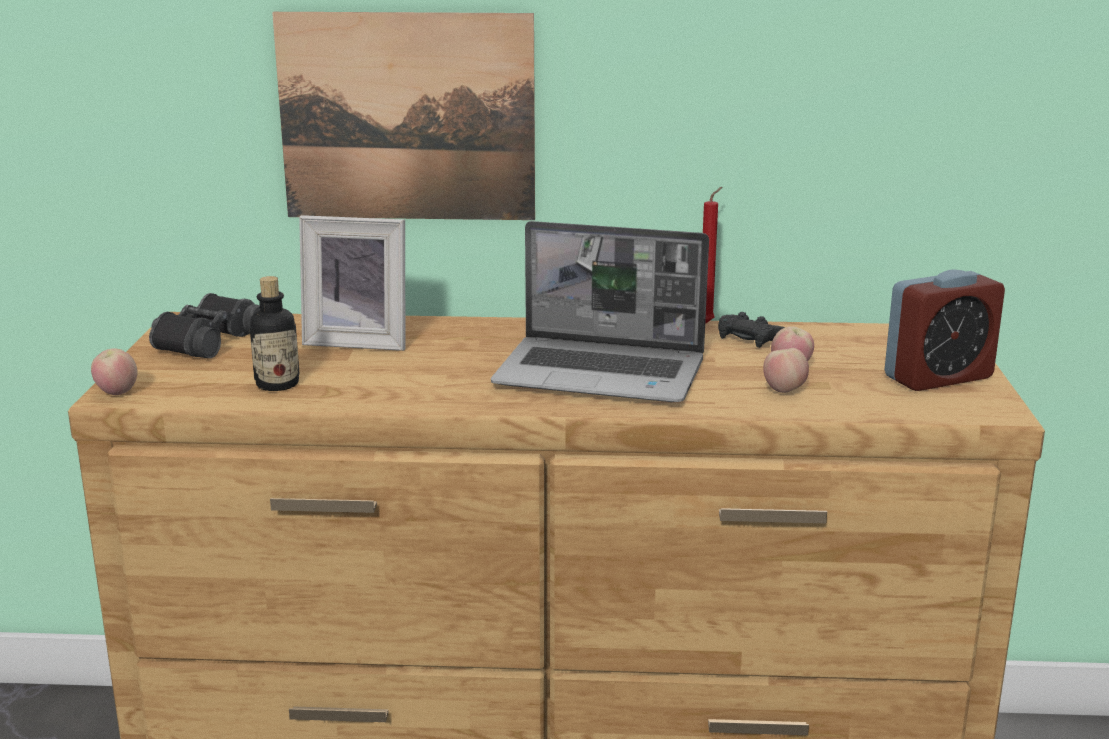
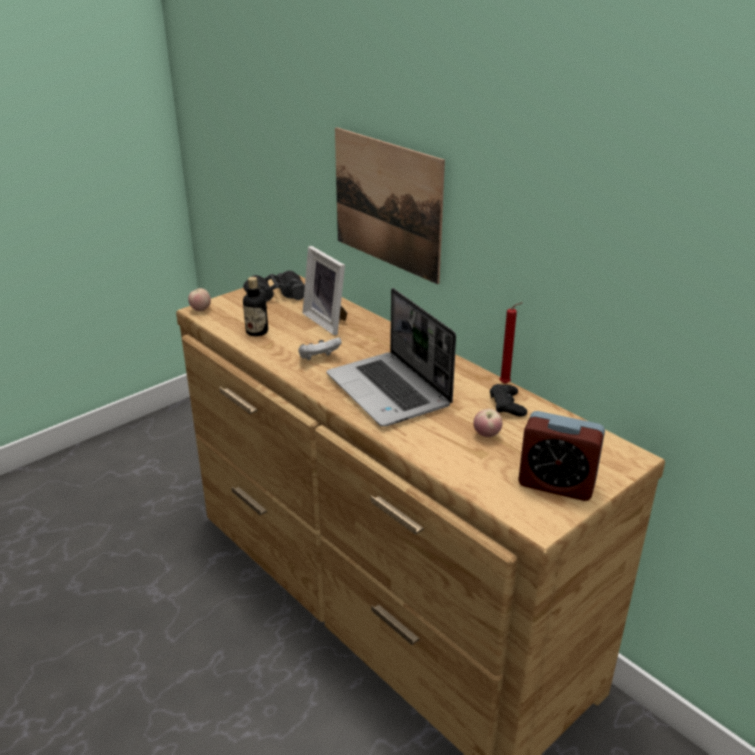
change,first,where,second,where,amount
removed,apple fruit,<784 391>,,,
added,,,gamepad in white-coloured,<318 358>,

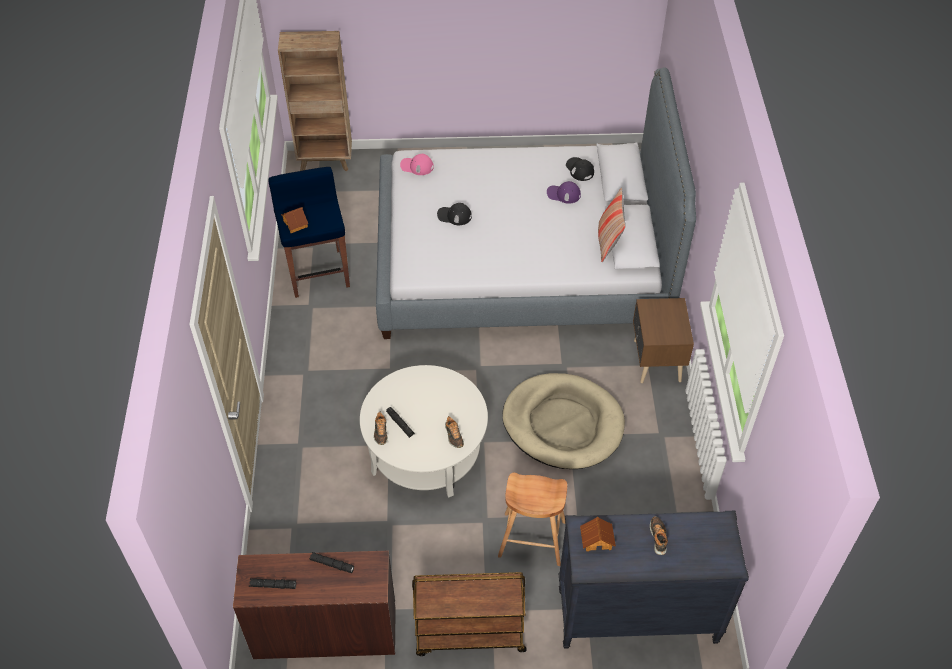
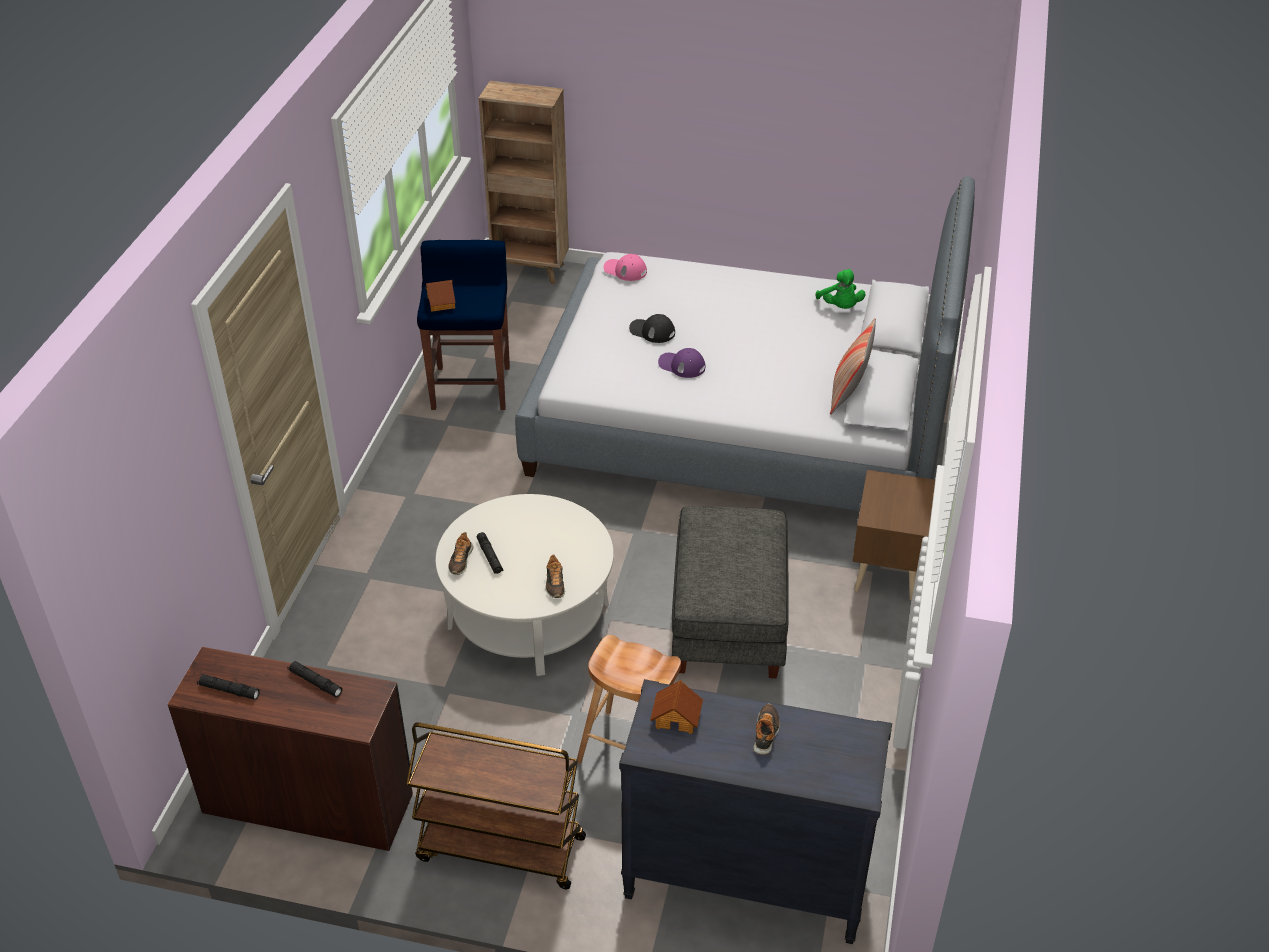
change,first,where,second,where,amount
replaced,cap in black-coloured,<579 169>,plush toy in green,<840 307>,
moved,cap in purplish,<563 194>,,<681 365>,
replaced,dog cushion in sand-coloured,<563 424>,pouffe in greyish,<727 619>,

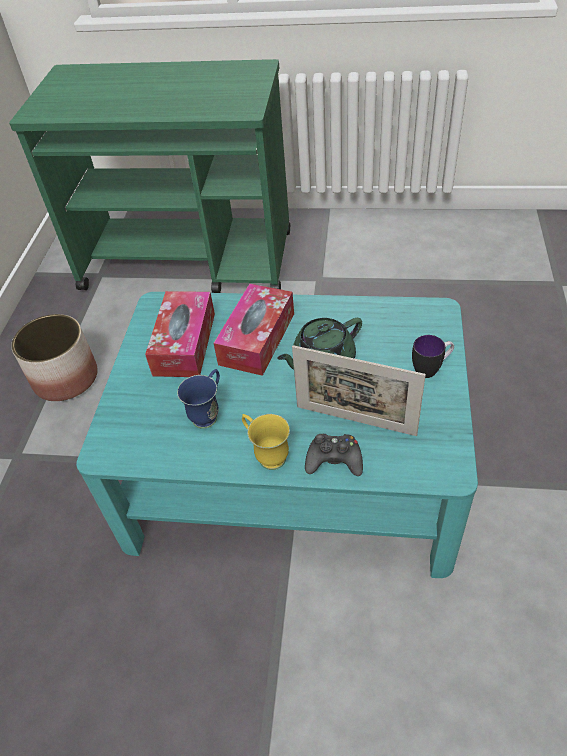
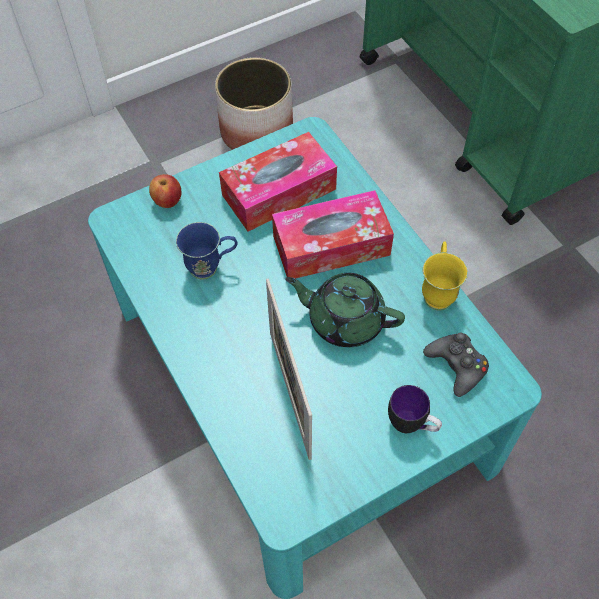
change,first,where,second,where,amount
moved,tea mug in yellow,<266 455>,,<438 291>,
moved,gamepad in black-coloured,<334 460>,,<457 366>,
added,,,apple fruit,<167 201>,

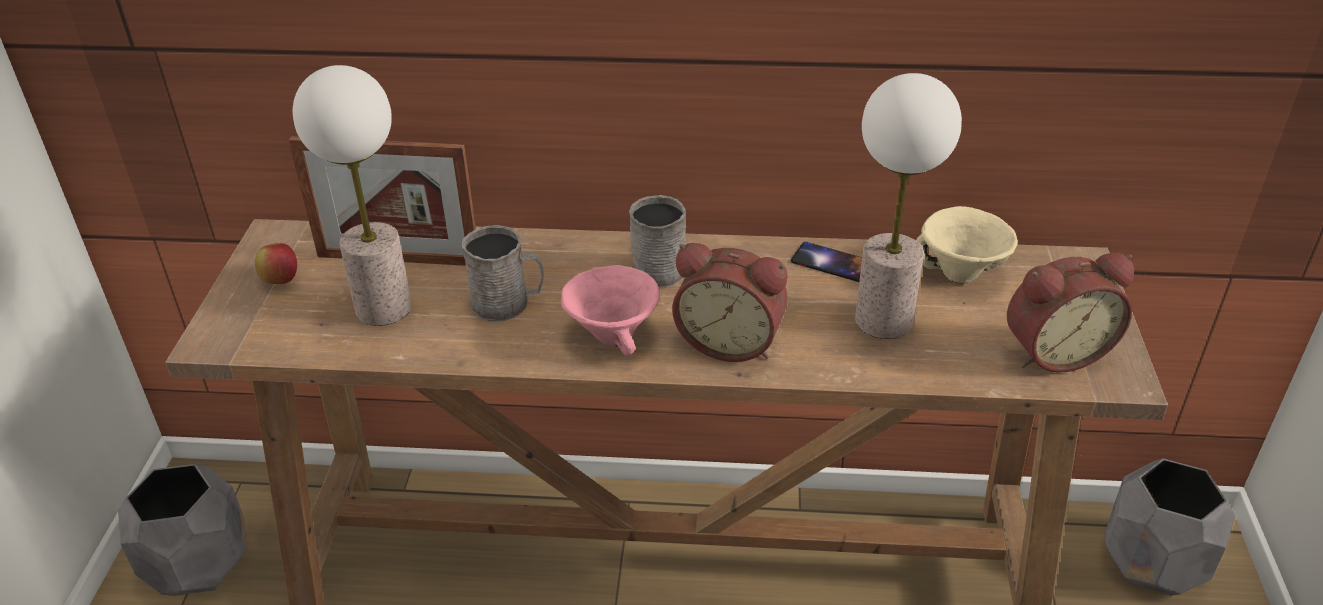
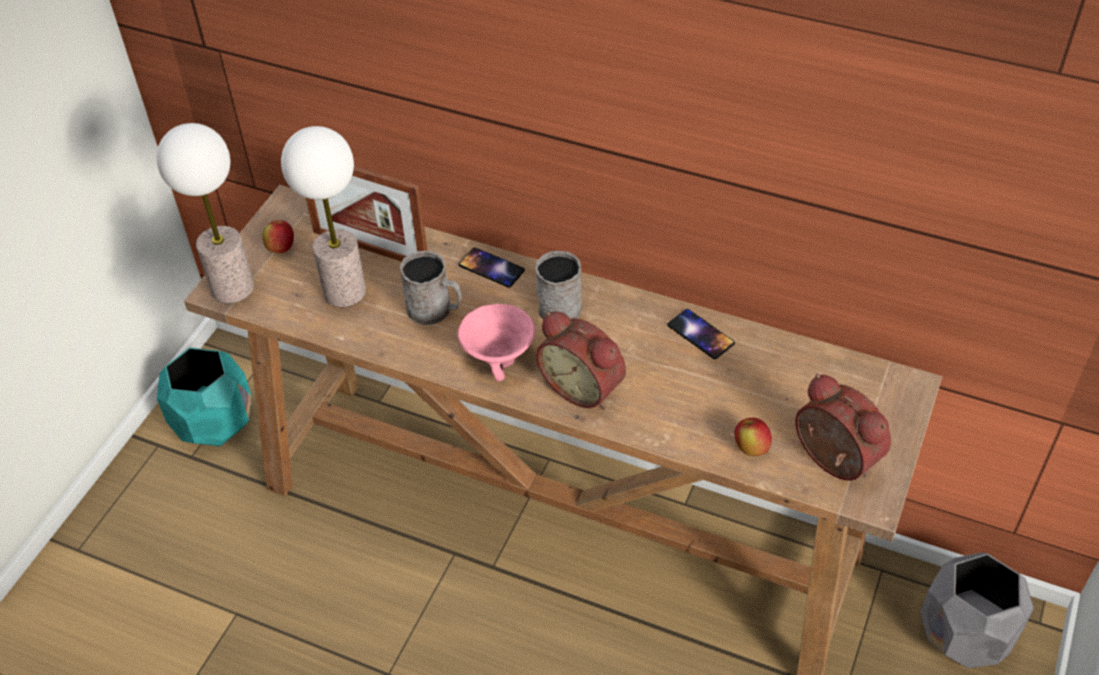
change,first,where,second,where,amount
moved,table lamp,<883 320>,,<232 287>,
removed,deep dish in sand-coloured,<959 275>,,,
turned,table clock,<1054 351>,,<832 461>,135 degrees counterclockwise
recoloured,flower pot in greyish,<199 564>,flower pot in blue-green,<215 422>,
added,,,phone,<491 268>,
added,,,apple fruit,<751 448>,

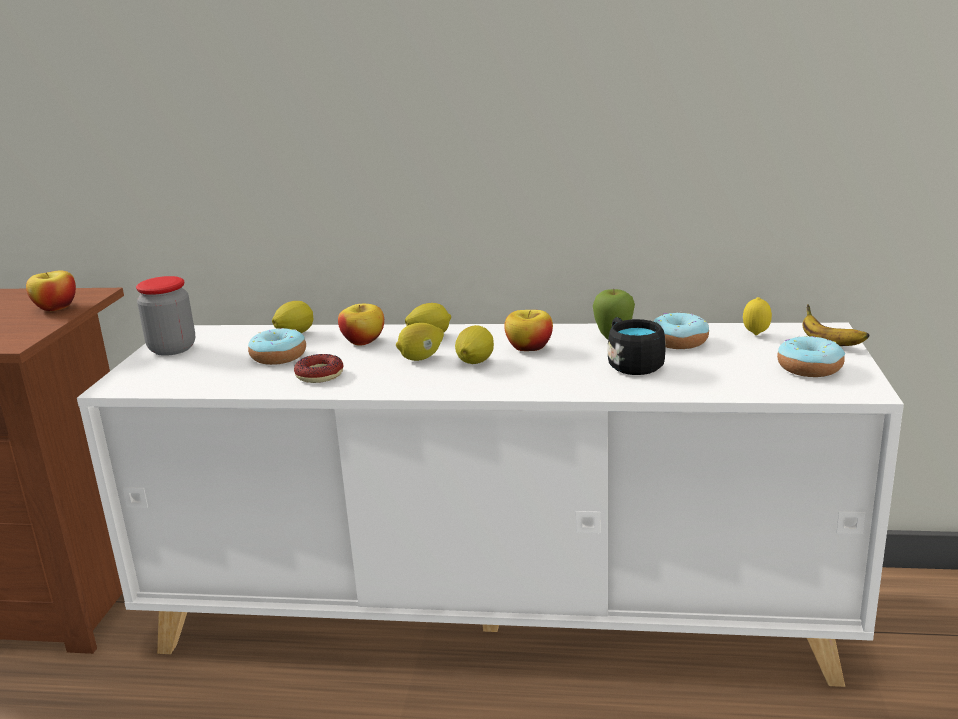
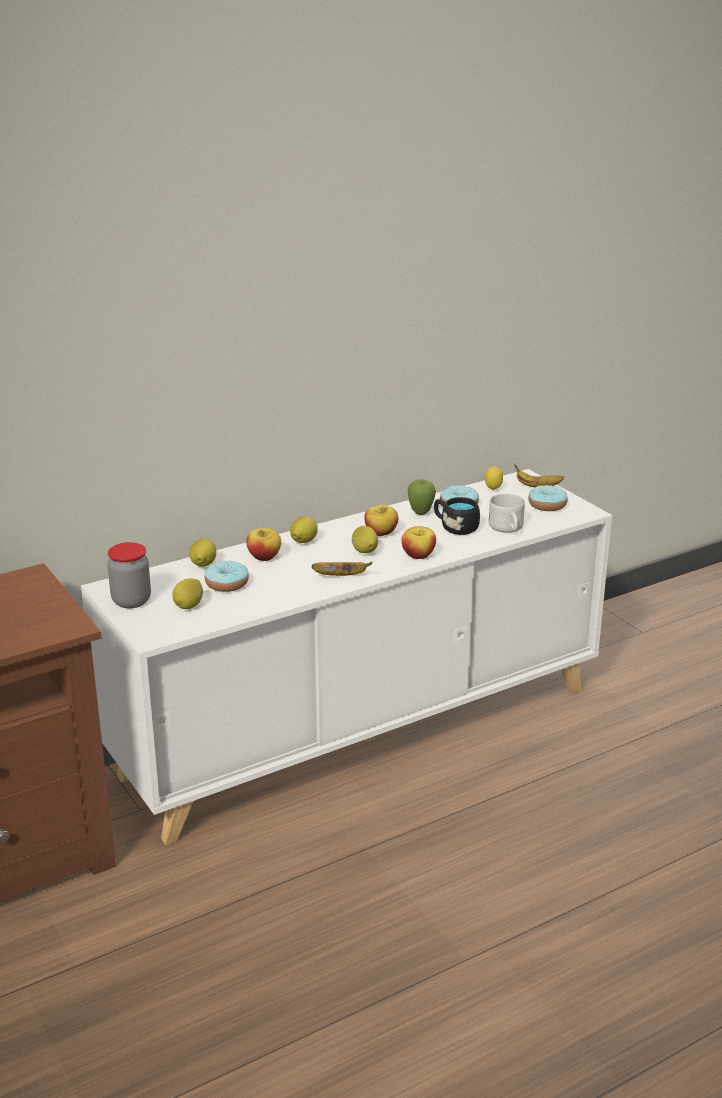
change,first,where,second,where,amount
moved,apple fruit,<56 307>,,<418 555>,
moved,citrus fruit,<421 358>,,<189 605>,
removed,donut,<319 375>,,,
added,,,tea mug in white-coloured,<507 529>,
added,,,banana fruit,<341 576>,

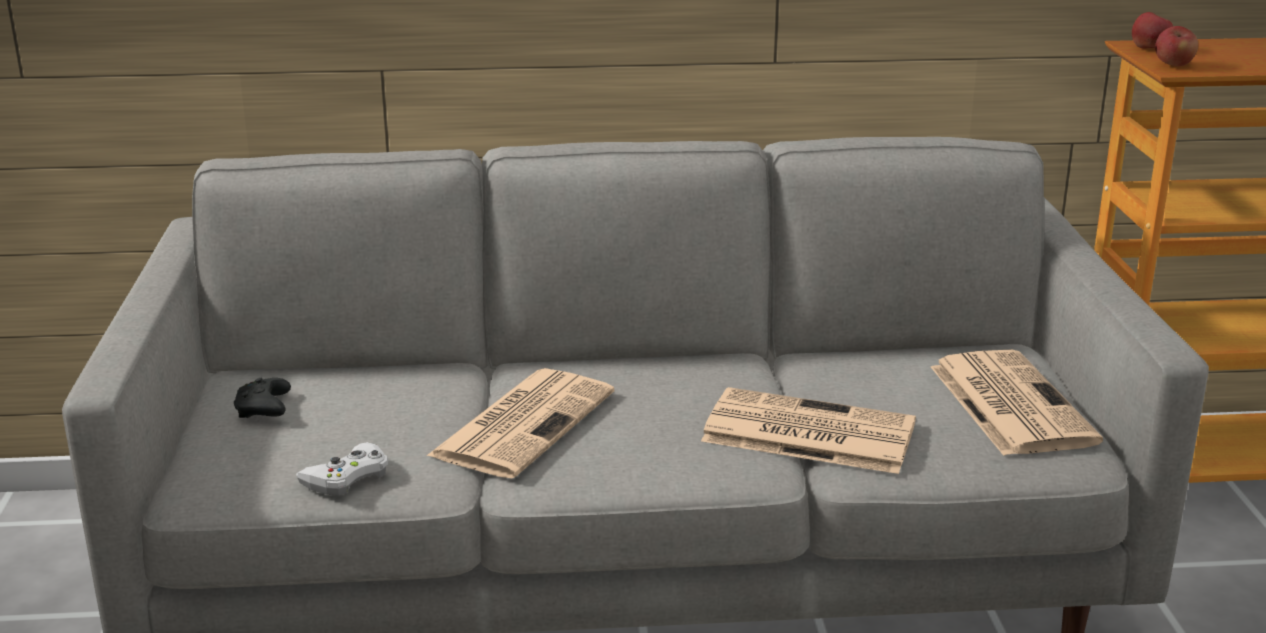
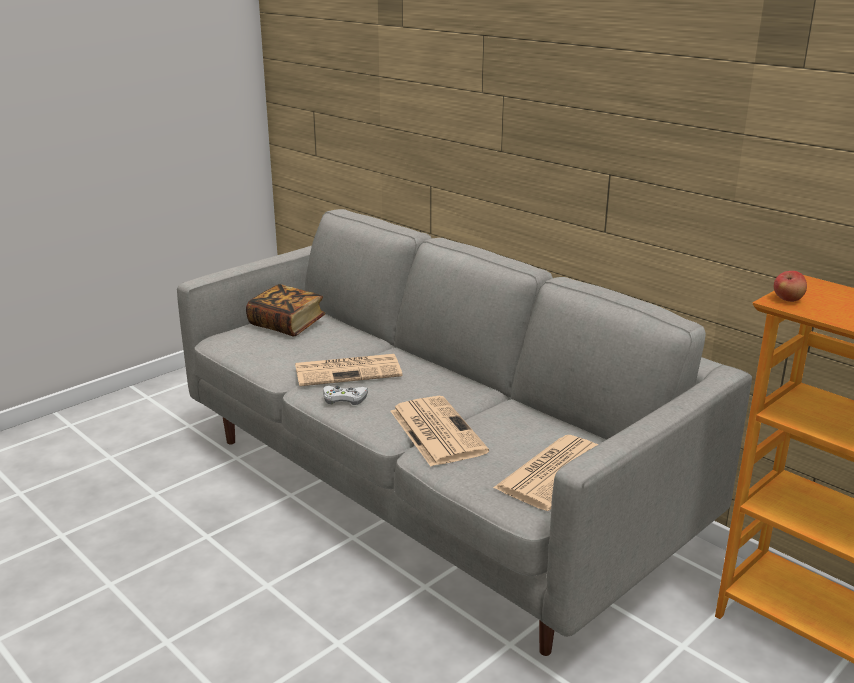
change,first,where,second,where,amount
removed,apple fruit,<1149 49>,,,
replaced,gamepad in black-coloured,<264 410>,volume,<287 324>,
moved,gamepad in white-coloured,<347 477>,,<344 399>,

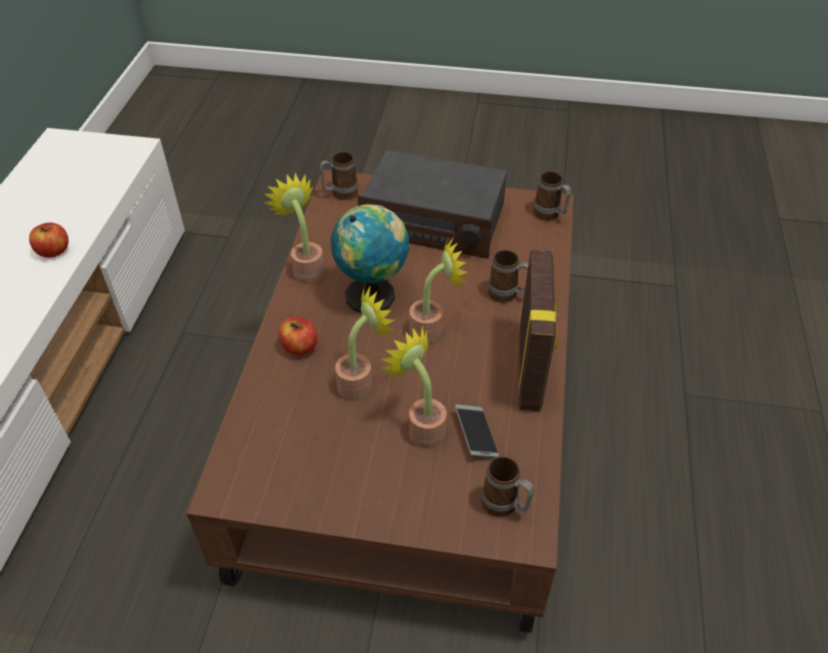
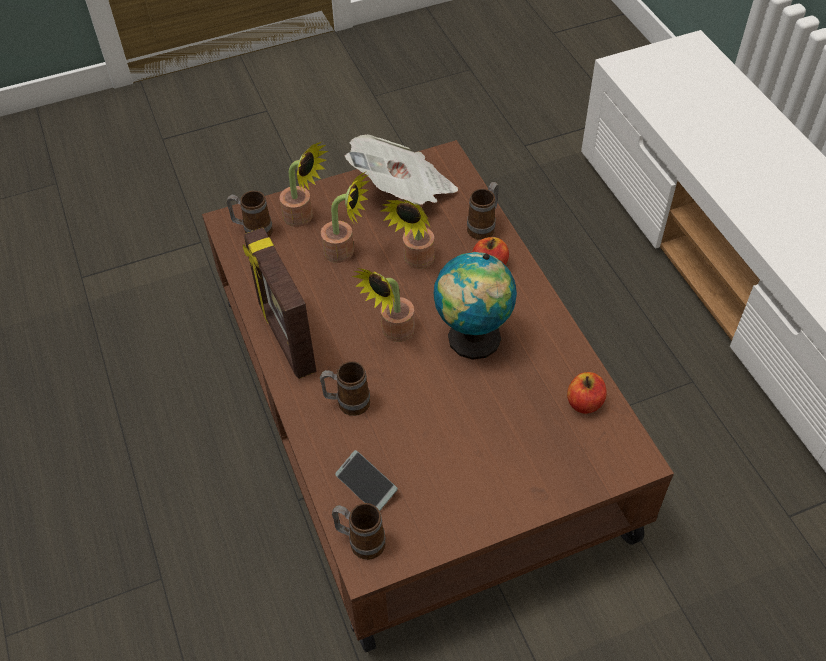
change,first,where,second,where,amount
removed,radio,<433 220>,,,
moved,tea mug,<340 194>,,<484 226>,
moved,houseplant,<306 268>,,<303 218>,
moved,apple fruit,<54 251>,,<584 403>,
moved,phone,<476 435>,,<366 485>,
added,,,daily paper,<403 191>,

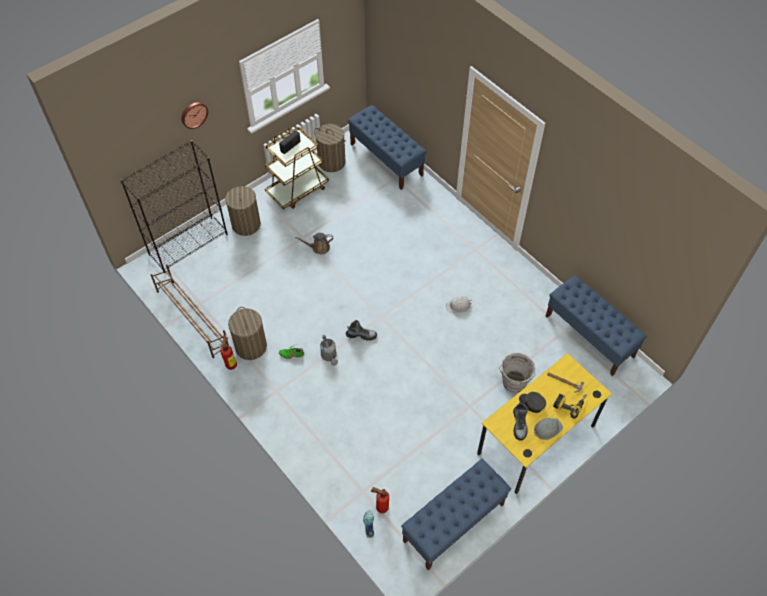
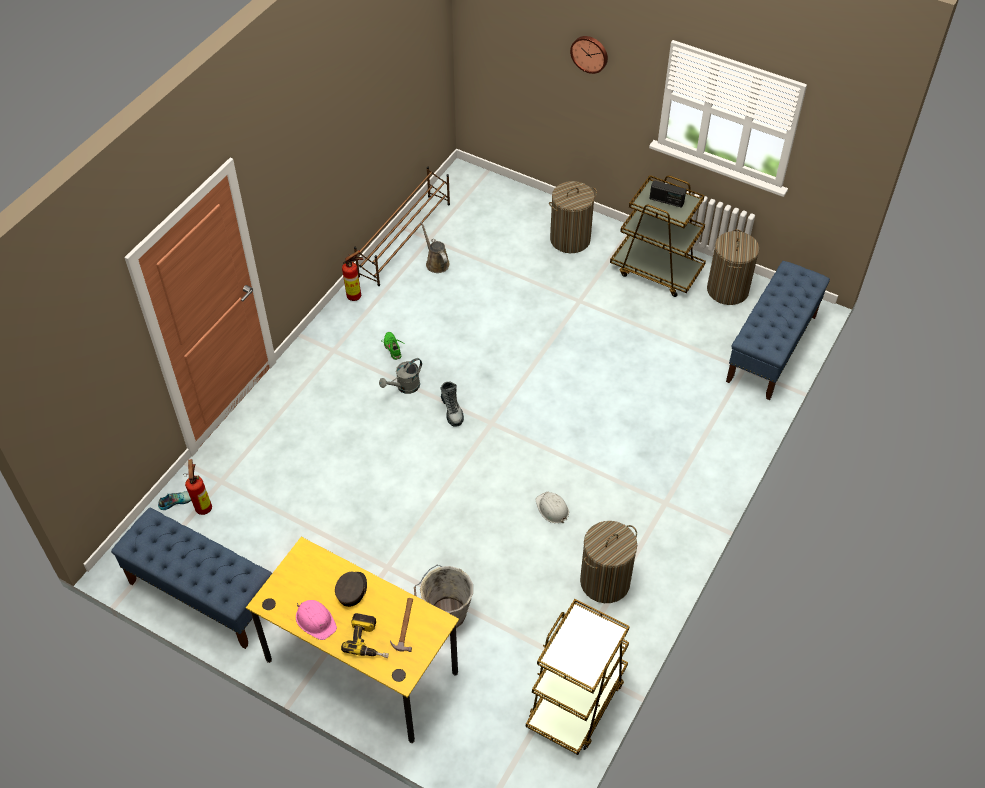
change,first,where,second,where,amount
removed,shelving unit in black-coloured,<188 244>,,,
moved,sprinkling can in brown,<319 248>,,<436 262>,
replaced,long seat in blue-coloured,<589 336>,trolley in brown,<576 701>,
moved,washing basket,<251 346>,,<605 581>,
removed,tall boot,<519 424>,,,
recoloured,hard hat in greyish,<547 429>,hard hat in pink-coloured,<315 620>,

